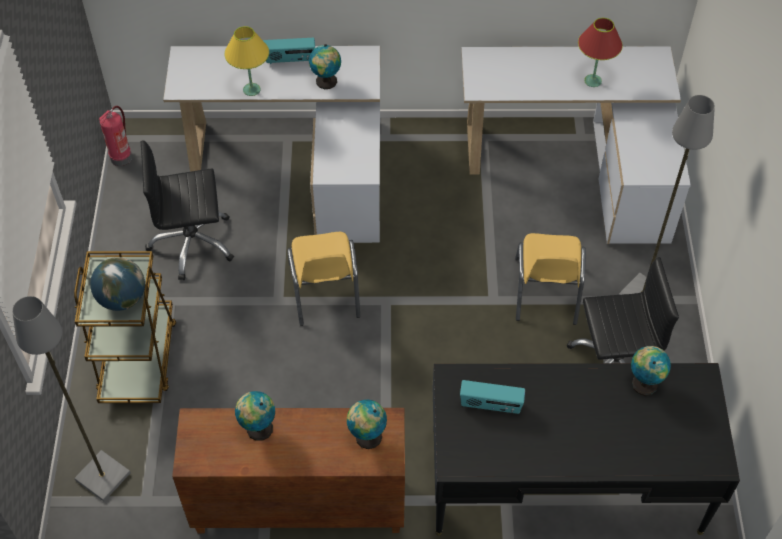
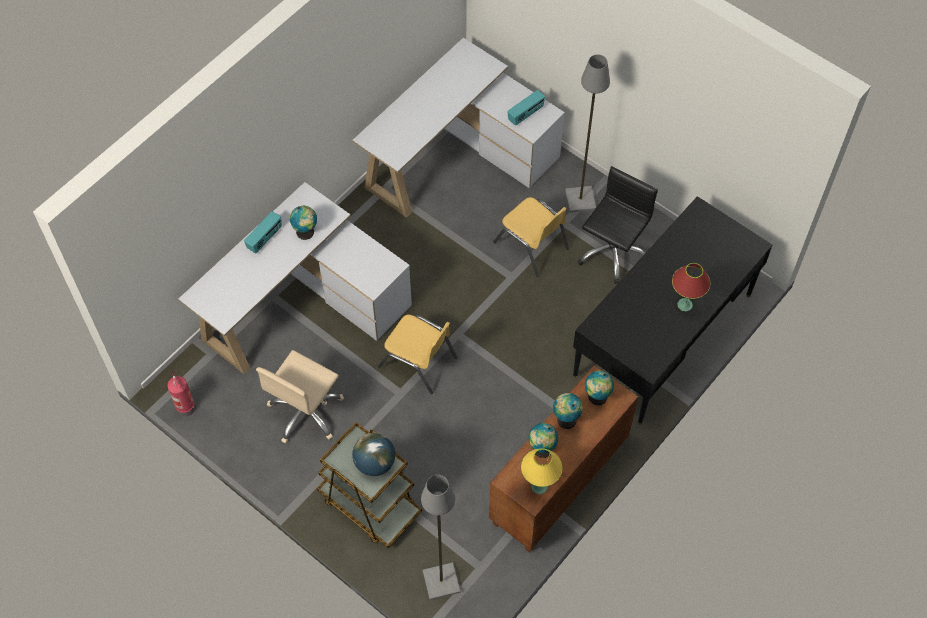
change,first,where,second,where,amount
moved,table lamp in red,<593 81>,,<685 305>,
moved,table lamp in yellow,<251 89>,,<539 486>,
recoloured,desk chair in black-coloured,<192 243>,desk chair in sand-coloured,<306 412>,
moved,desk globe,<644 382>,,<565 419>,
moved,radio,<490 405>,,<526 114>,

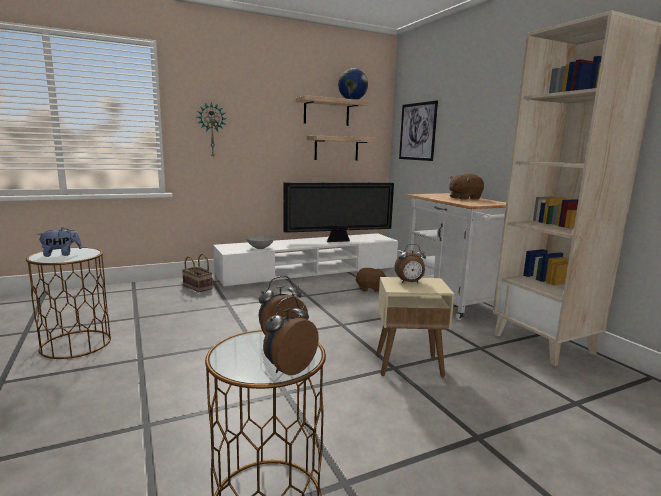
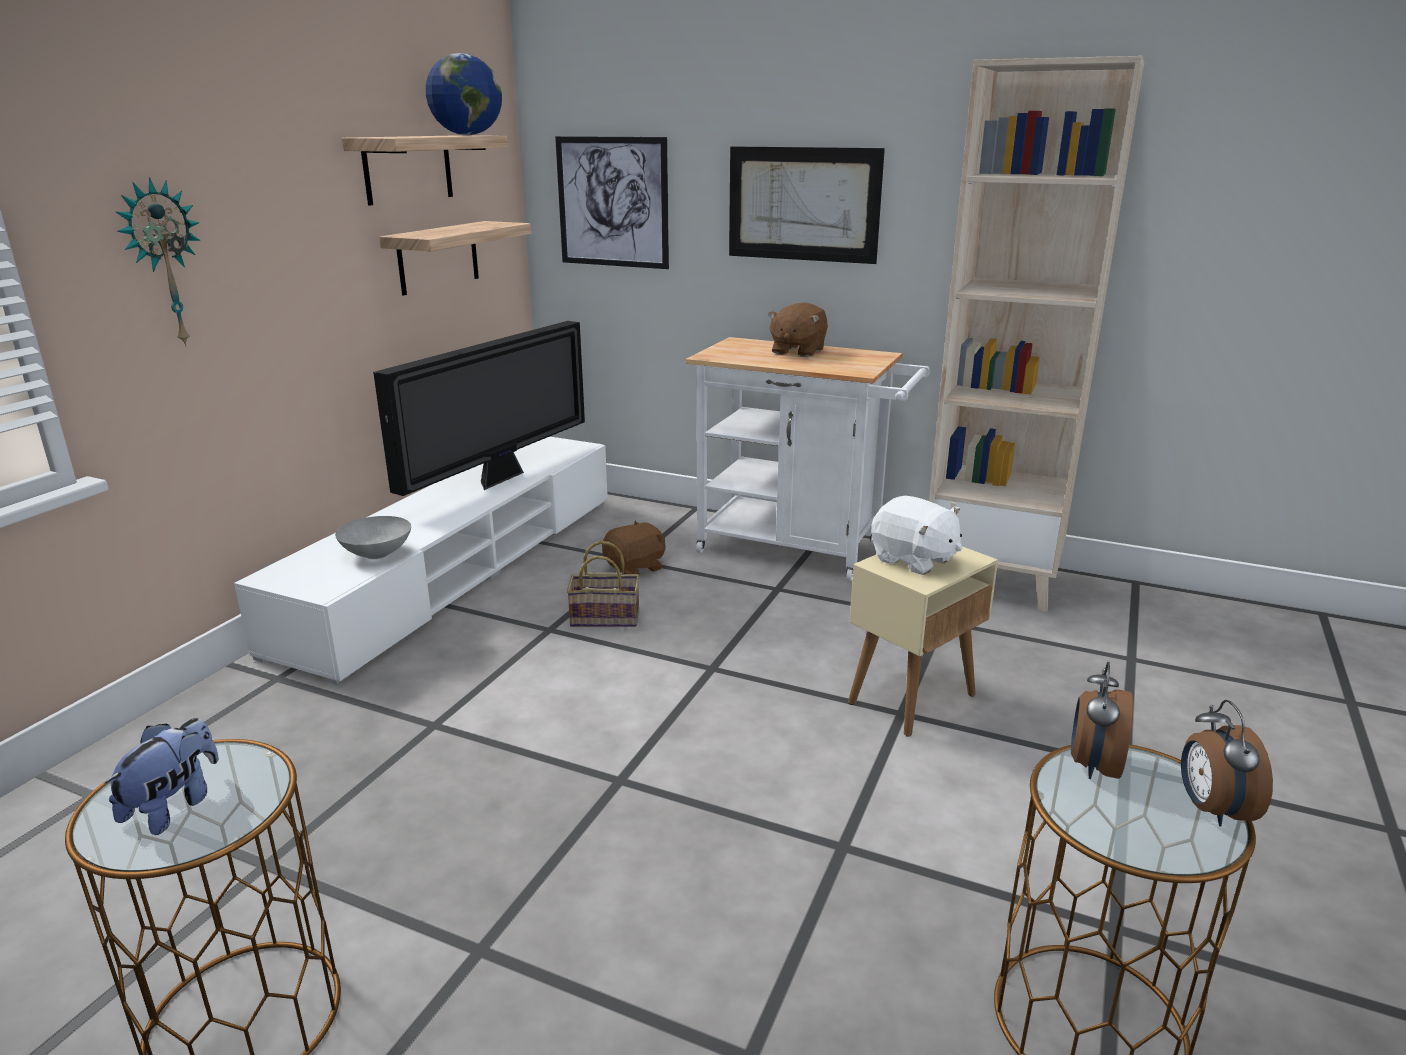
change,first,where,second,where,amount
replaced,table clock,<409 282>,plush toy in white-coloured,<913 560>,
moved,household basket,<198 287>,,<607 617>,
added,,,picture,<803 204>,

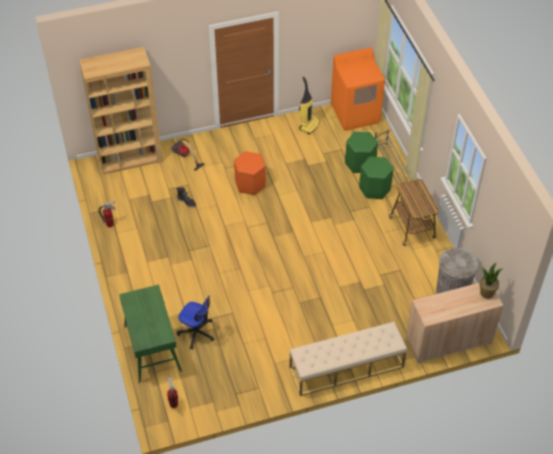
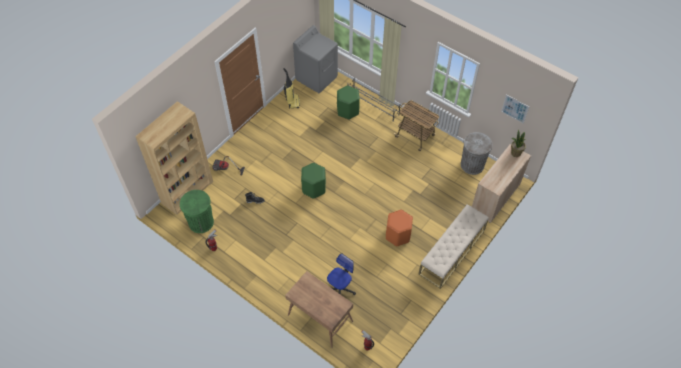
change,first,where,second,where,amount
recoloured,laundry machine in orange,<355 114>,laundry machine in greyish,<317 78>,
moved,stool seat in orange,<250 184>,,<398 235>,
moved,stool seat in green,<374 188>,,<314 188>,
recoloured,desk unit in green,<152 348>,desk unit in brown,<320 318>,
turned,desk chair,<197 332>,,<340 288>,45 degrees counterclockwise
added,,,picture,<515 109>,
added,,,rubbish bin in green,<201 222>,

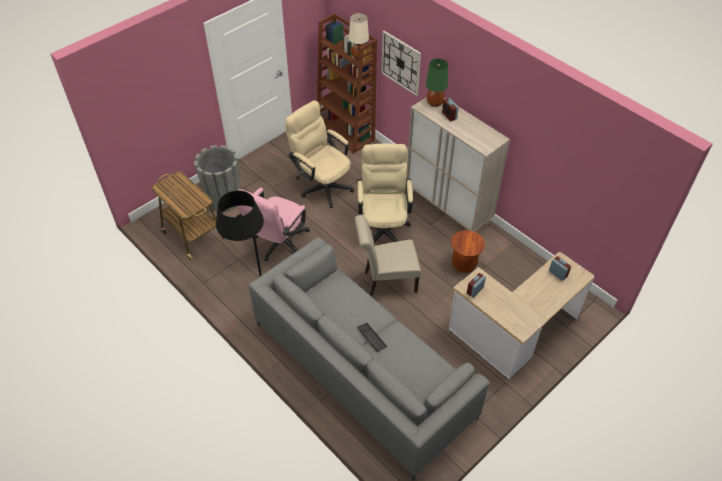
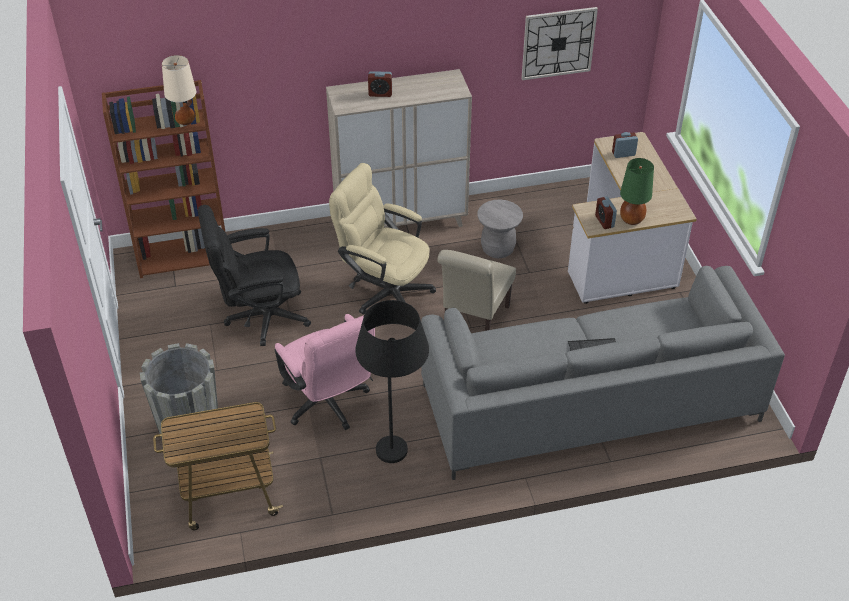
change,first,where,second,where,amount
moved,clock on the wall,<401 63>,,<558 43>,
moved,table lamp in green,<434 103>,,<631 219>,
recoloured,desk chair in sand-coloured,<322 185>,desk chair in black-coloured,<259 317>,
recoloured,stool seat in brown,<464 264>,stool seat in greyish,<498 249>,

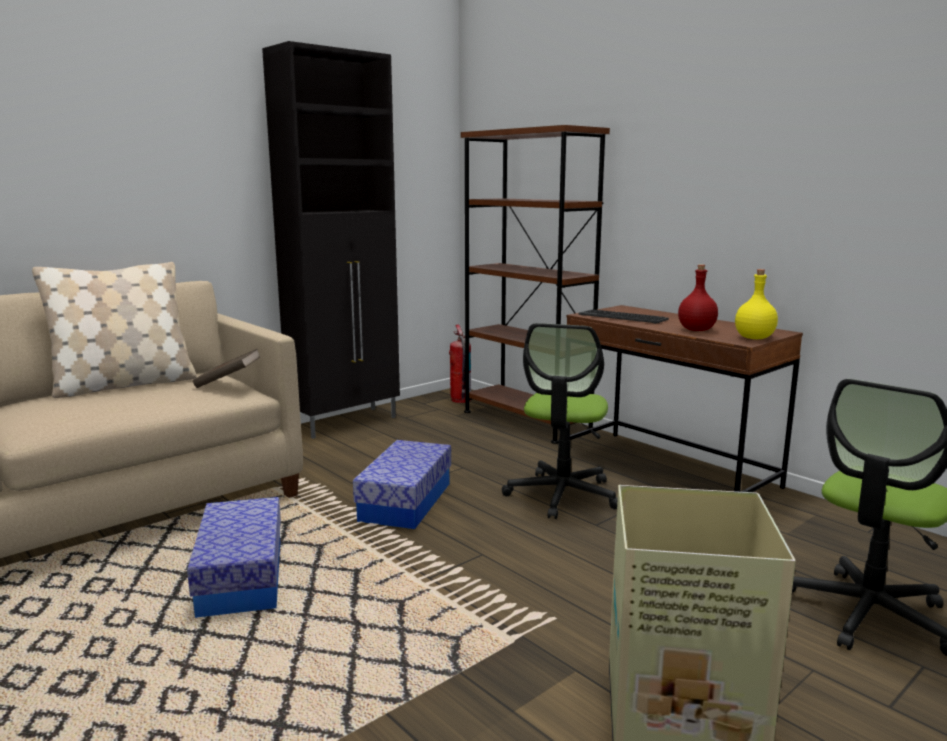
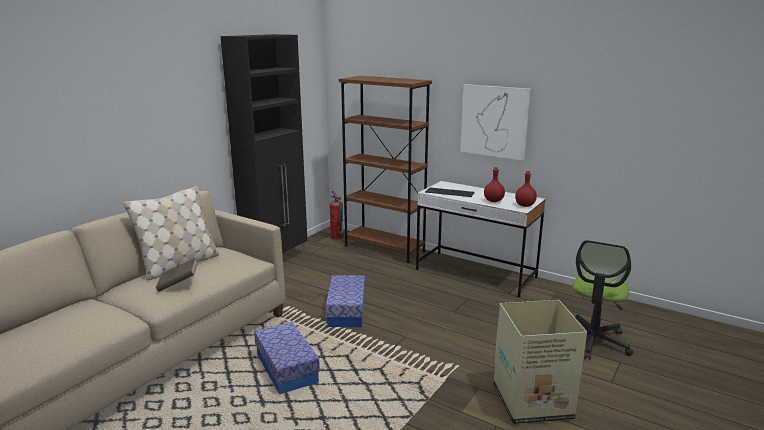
change,first,where,second,where,amount
recoloured,drink bottle in yellow,<753 338>,drink bottle in red,<524 205>,
recoloured,desk unit in brown,<667 470>,desk unit in white-coloured,<475 274>,
removed,desk chair,<562 495>,,,
moved,volume in brown,<229 383>,,<178 284>,
added,,,picture,<495 121>,

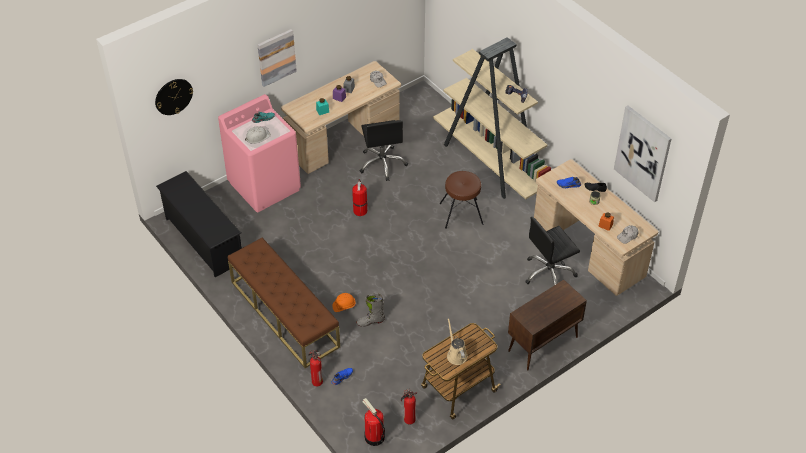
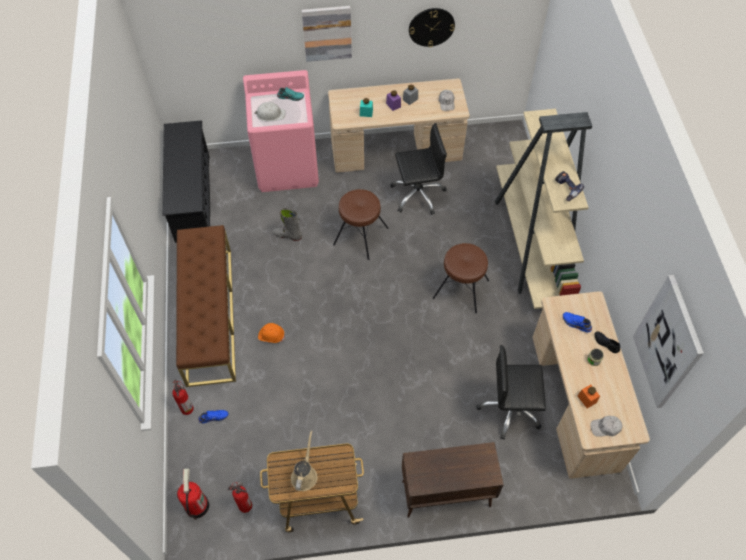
change,first,where,second,where,amount
moved,clock on the wall,<173 96>,,<431 27>,
turned,desk chair in black-coloured,<382 163>,,<417 194>,120 degrees counterclockwise
replaced,fire-fighting cylinder,<360 210>,stool seat in brown,<360 236>,
moved,tall boot in greyish,<370 321>,,<287 235>,

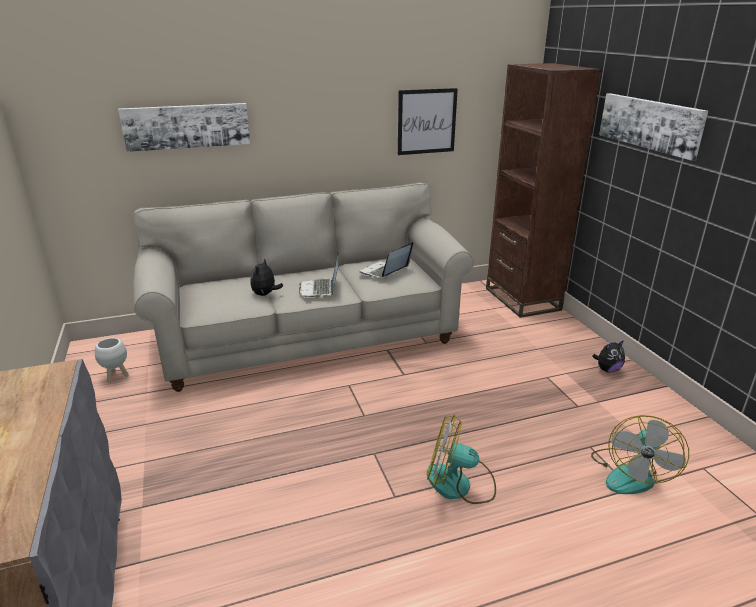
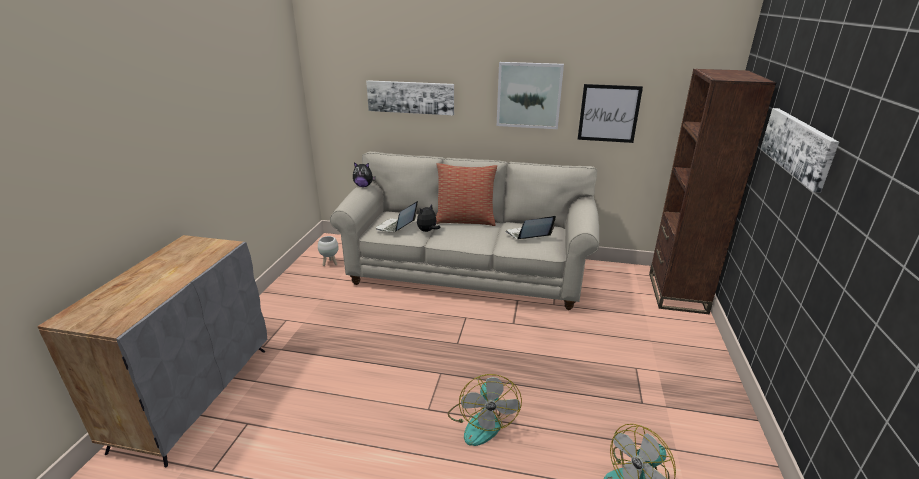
change,first,where,second,where,amount
moved,notebook computer,<320 289>,,<396 227>,
moved,plush toy,<607 370>,,<364 186>,
turned,electric fan,<459 484>,,<481 421>,135 degrees counterclockwise
added,,,picture,<529 95>,
added,,,cushion,<465 220>,

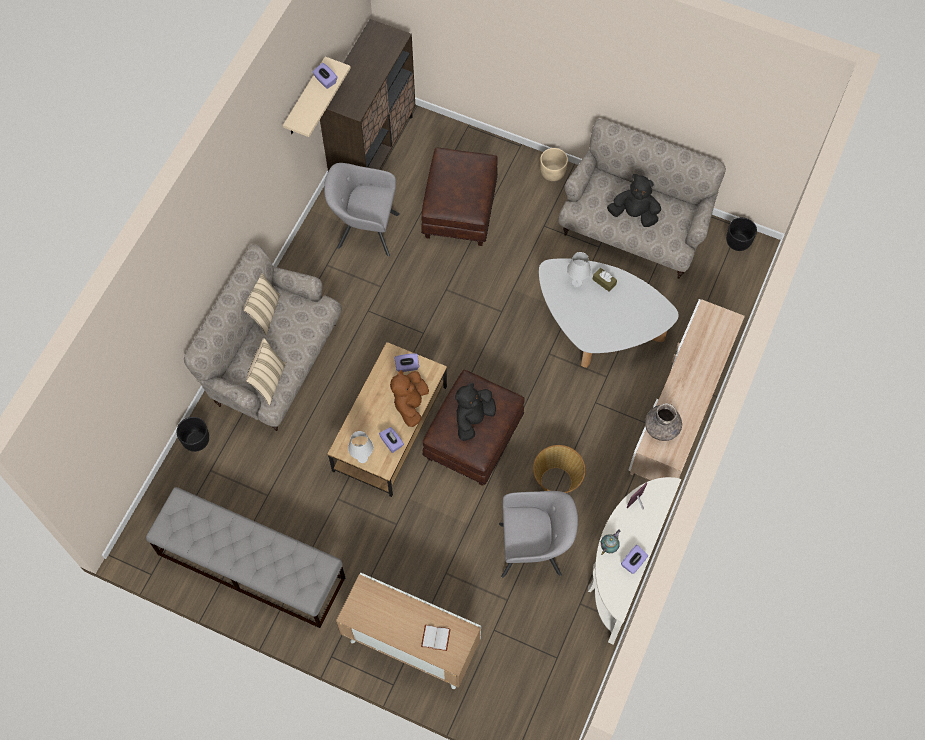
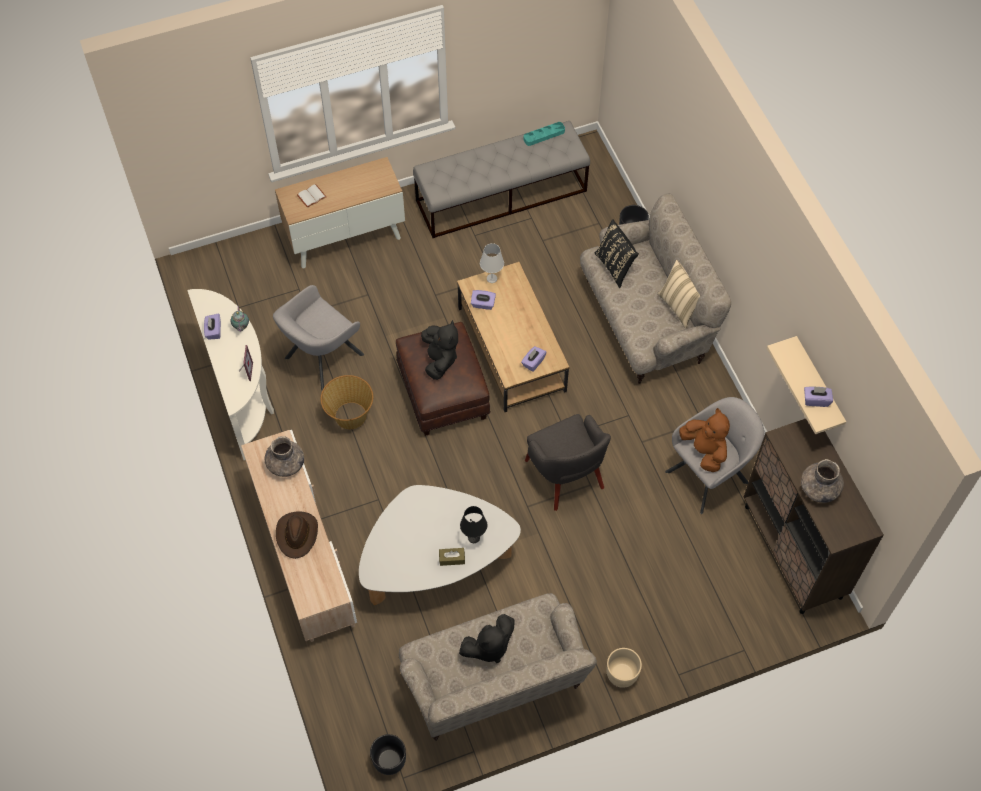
change,first,where,second,where,amount
removed,pouffe in brown,<459 209>,,,
recoloured,table lamp in white-coloured,<577 282>,table lamp in black-coloured,<473 537>,
recoloured,cushion in sand-coloured,<268 381>,cushion in black-coloured,<615 267>,
moved,plush toy in brown,<410 404>,,<704 450>,
added,,,serving tray in blue-green,<544 135>,
added,,,lounge chair in greyish,<565 475>,
added,,,decorative vase in greyish,<819 488>,
added,,,clothing hat in brown,<297 534>,

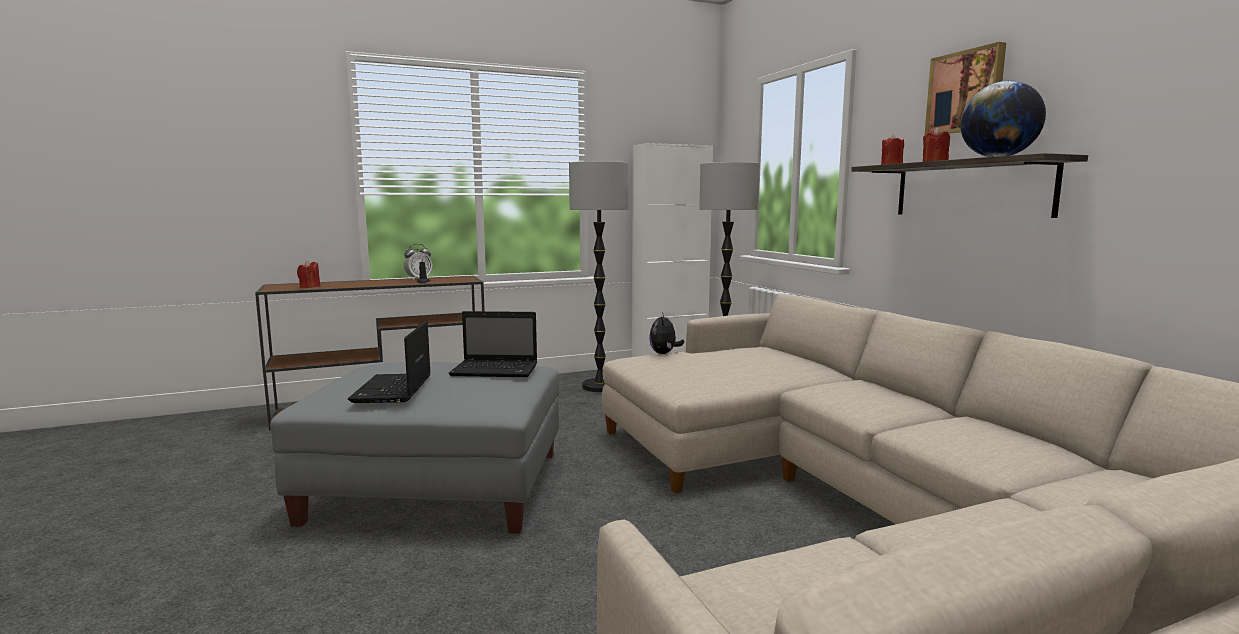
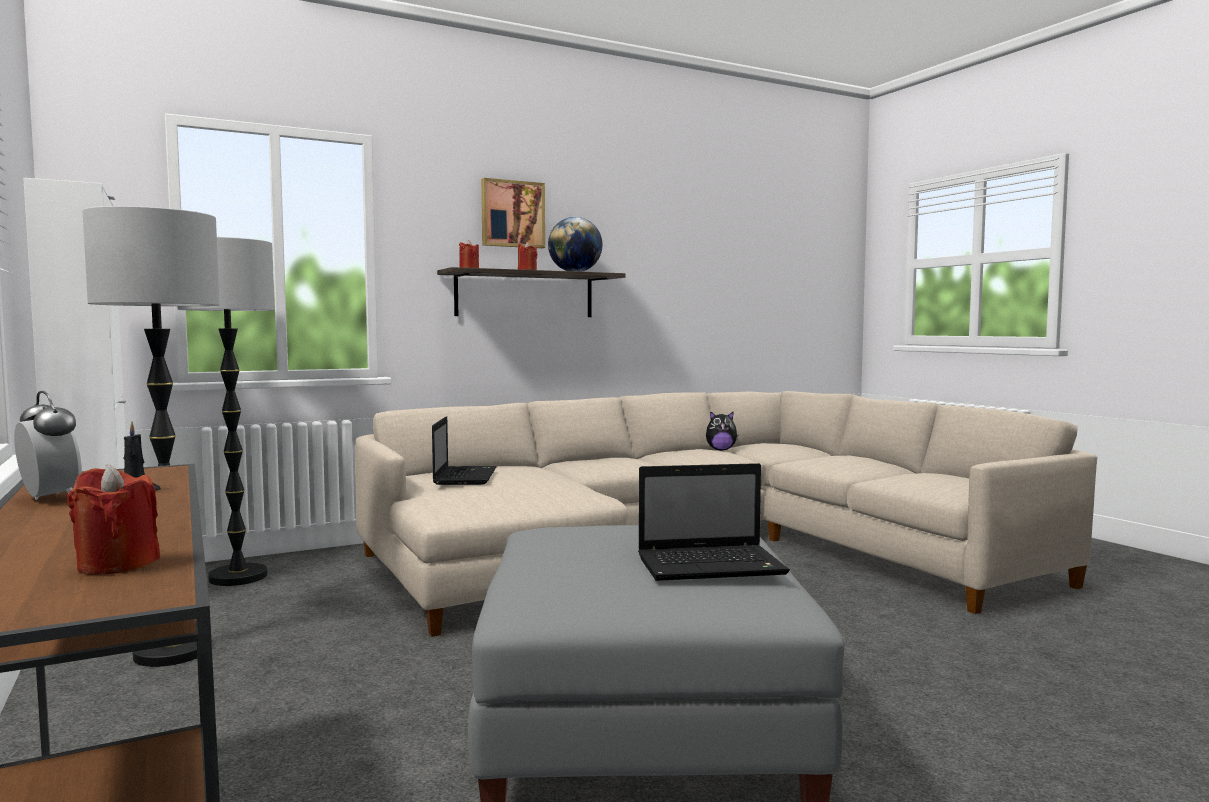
change,first,where,second,where,amount
moved,notebook computer,<496 370>,,<465 476>,
moved,plush toy,<664 353>,,<721 450>,

